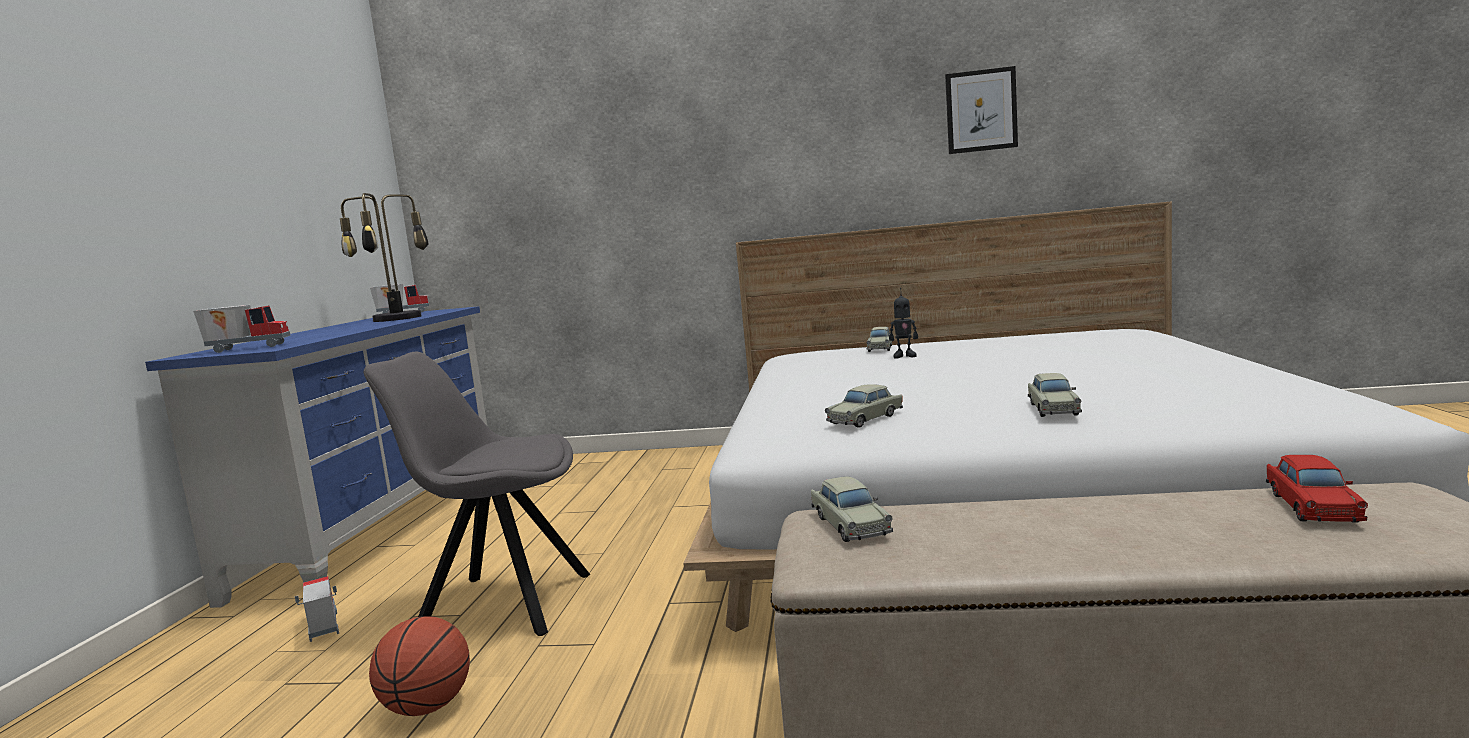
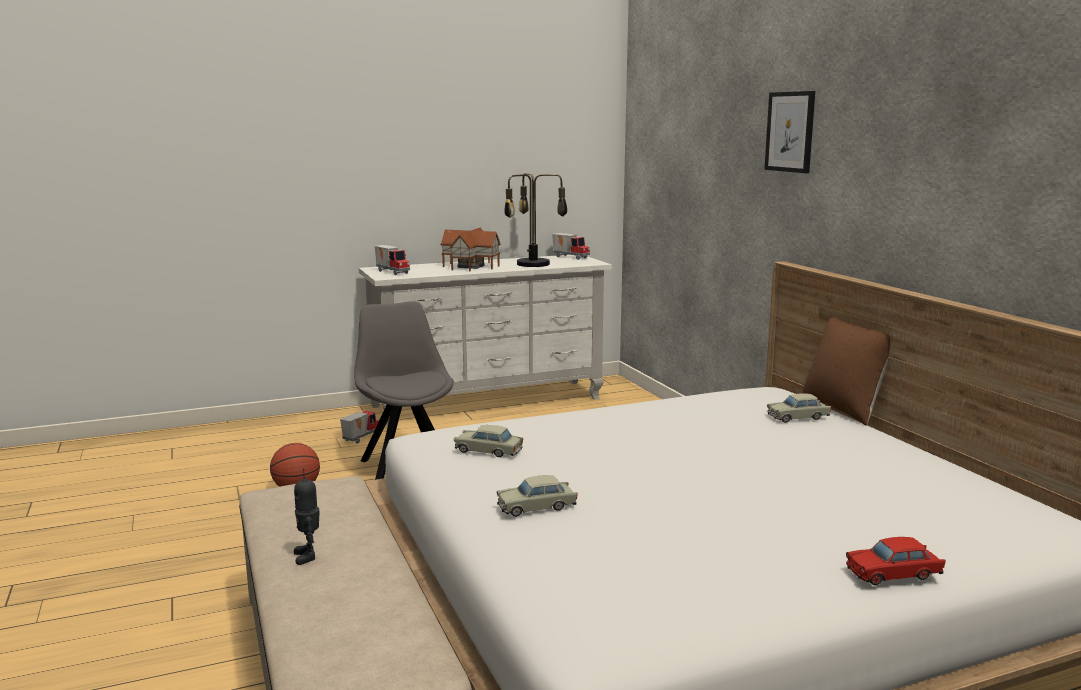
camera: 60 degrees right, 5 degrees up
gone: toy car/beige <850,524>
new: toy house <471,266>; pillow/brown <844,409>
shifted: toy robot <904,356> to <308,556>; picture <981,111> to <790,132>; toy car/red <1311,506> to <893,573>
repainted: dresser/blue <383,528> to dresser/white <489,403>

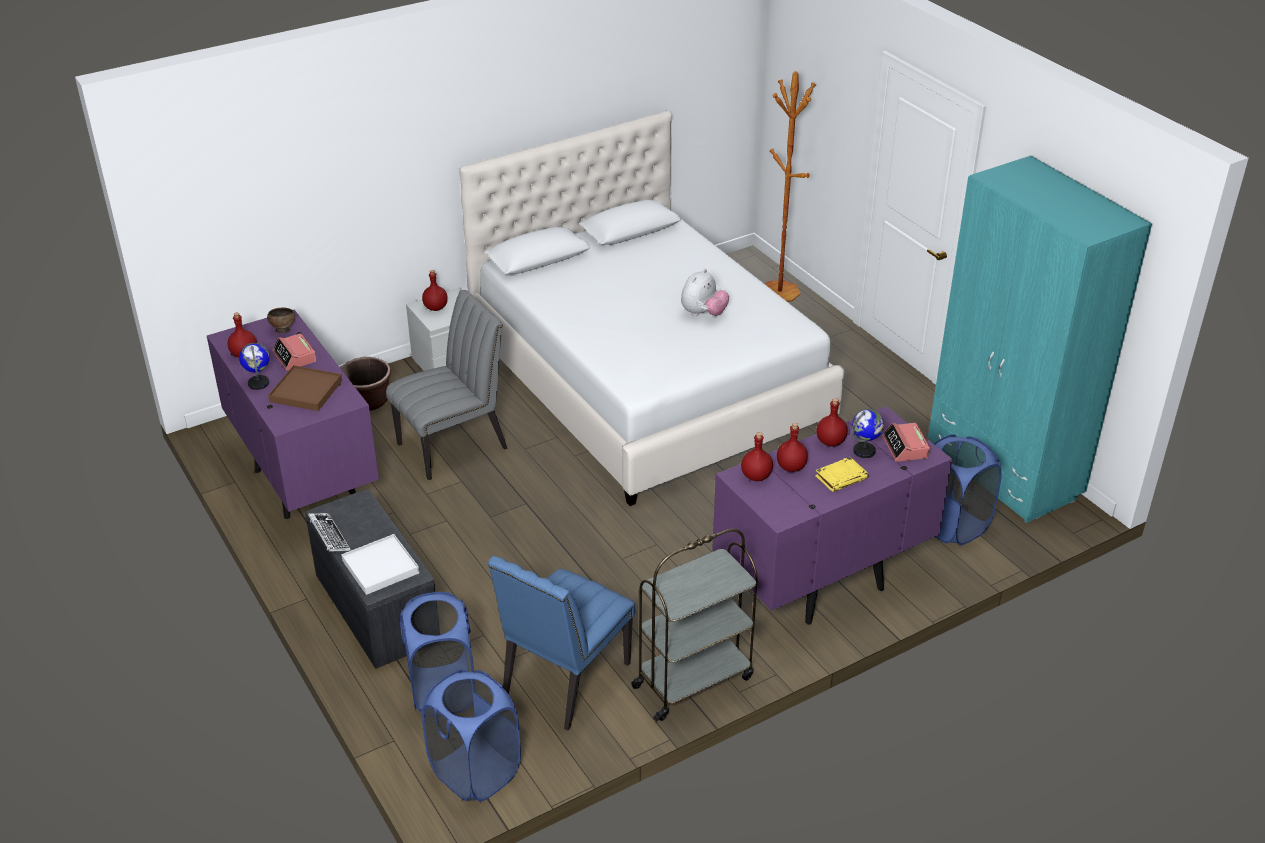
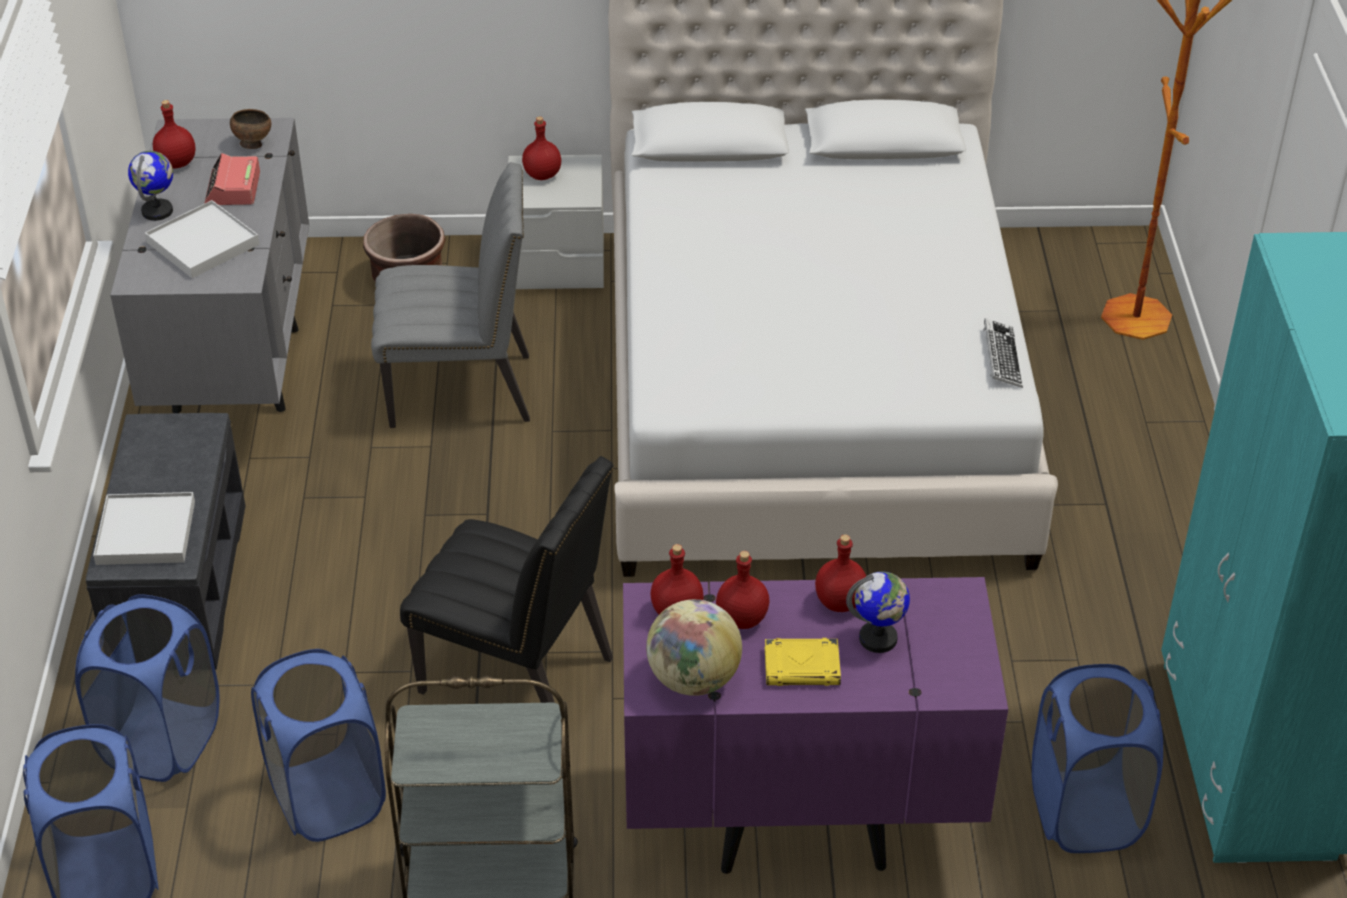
camera: 30 degrees right, 5 degrees up
gone: plush toy <703,314>; alarm clock <905,447>
new: chair/black <515,675>; globe <693,679>
shifted: keyboard <329,536> to <1001,358>
swapped: chair/blue <566,678> to laundry basket/blue <327,797>
repainted: dresser/purple <304,482> to dresser/grey <236,369>; tray/brown <306,391> to tray/white <202,243>

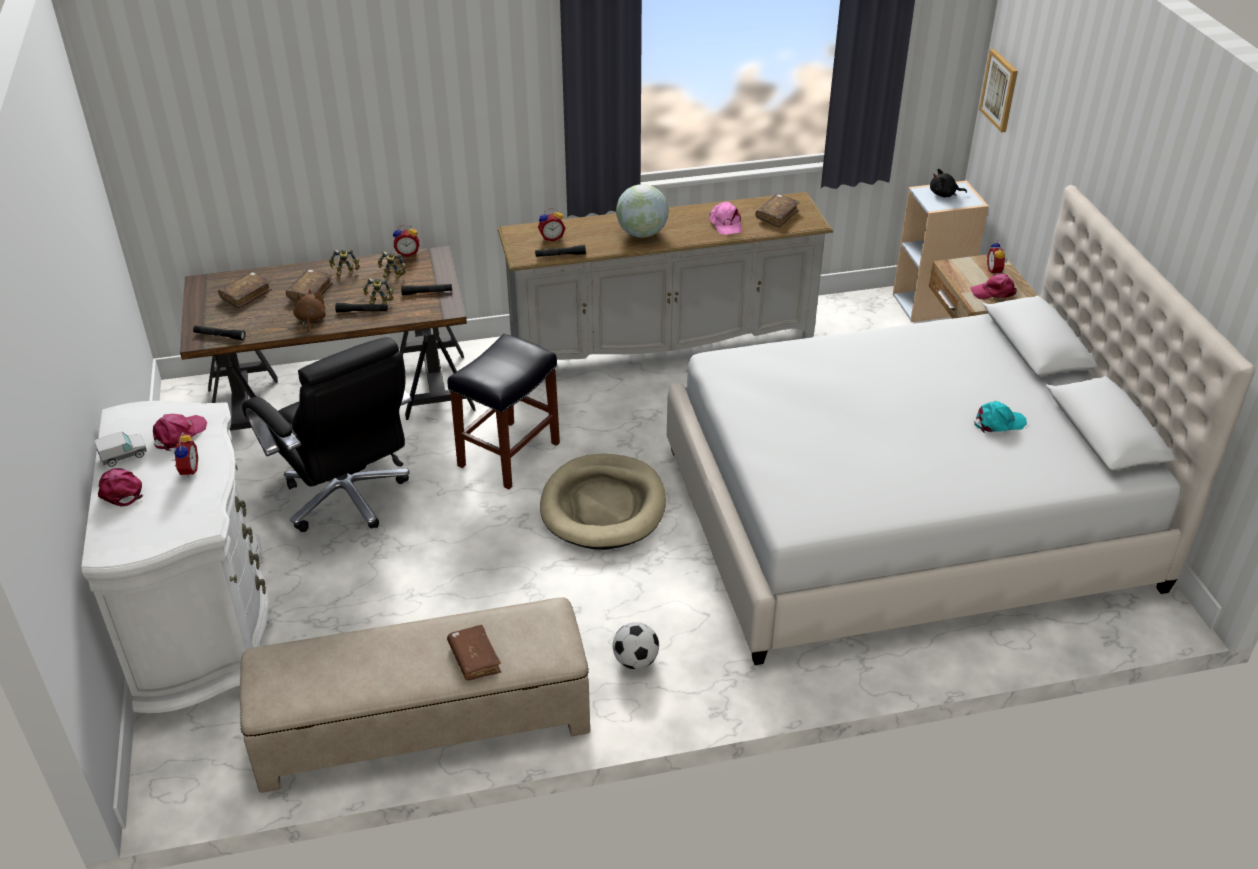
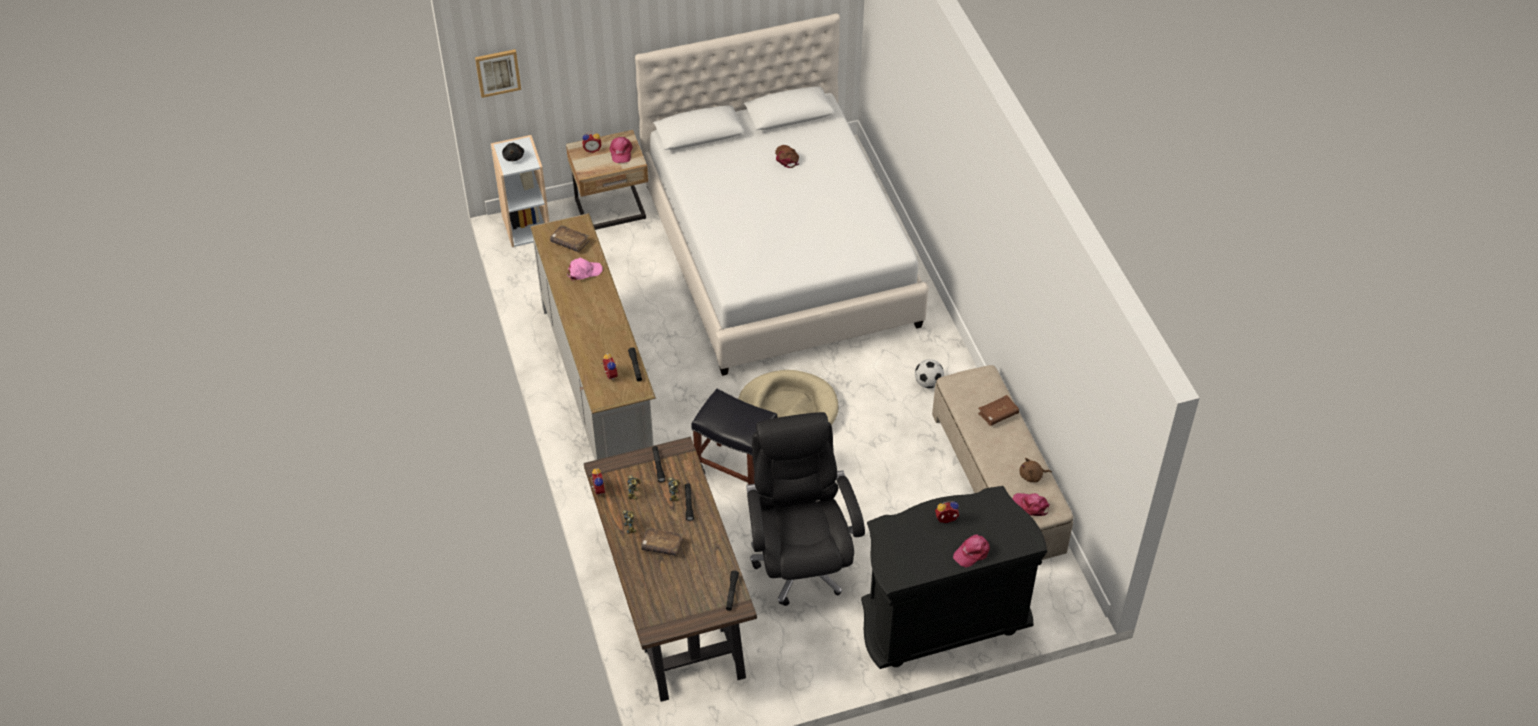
camera: 95 degrees left, 10 degrees up
gone: toy truck <123,456>; book/brown <246,295>; globe <642,233>
shifted: cap/pink <179,434> to <1030,506>; plush toy/brown <310,319> to <1032,476>
repainted: dresser/white <205,626> to dresser/black <940,620>; cap/turquoise <998,423> to cap/brown <787,157>
rotated: office chair/black <349,501> = <800,563> 60 degrees counterclockwise

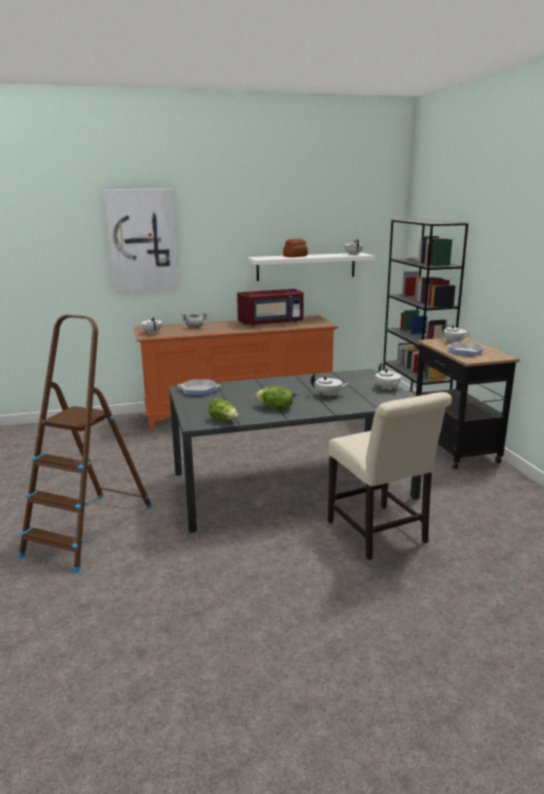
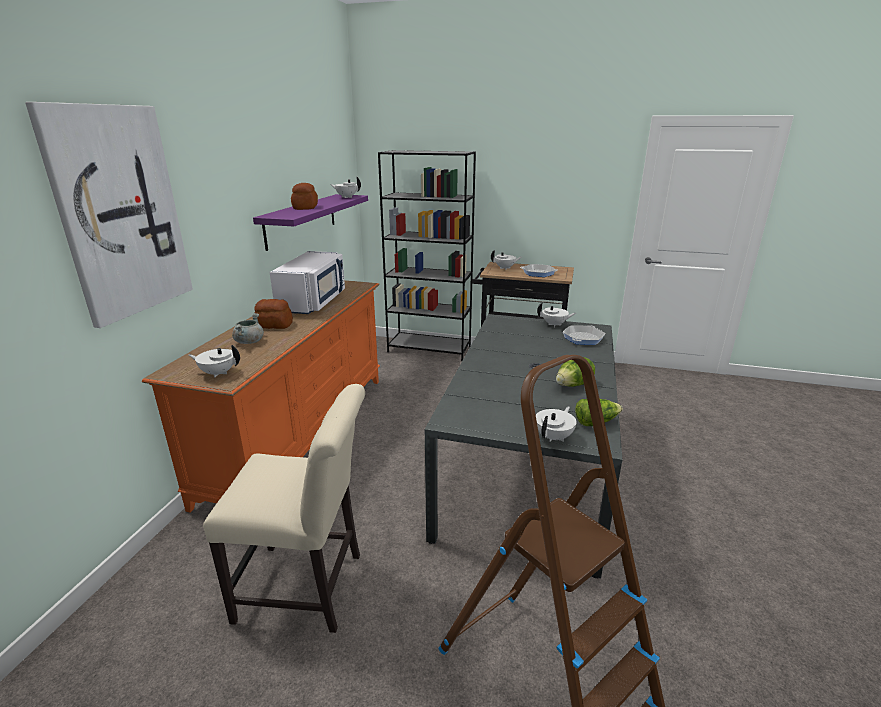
camera: 60 degrees left, 5 degrees up
new: bread <274,325>
shifted: frying pan <199,390> to <583,338>; teapot/white <329,395> to <554,437>; chair/beige <379,535> to <308,589>
repainted: microwave/red <271,323> to microwave/white <314,302>; shelf/white <306,266> to shelf/purple <301,220>

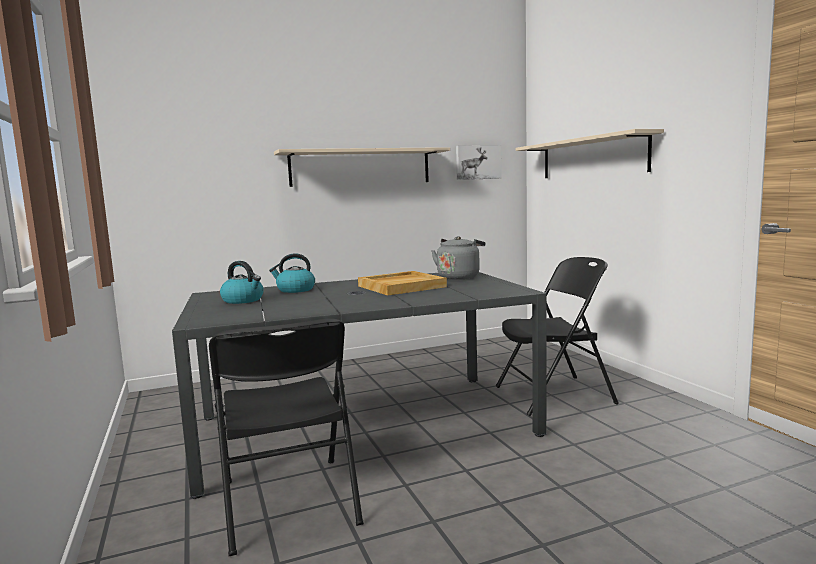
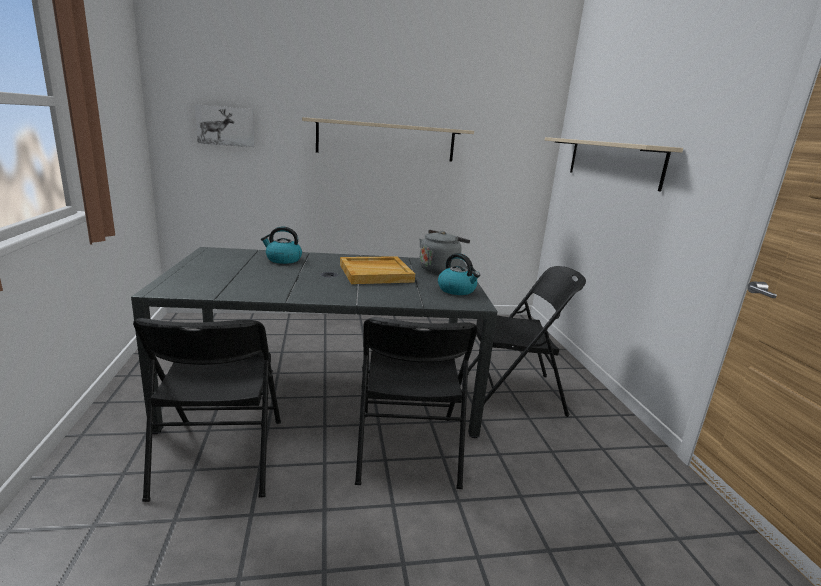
camera: 10 degrees right, 10 degrees up
new: chair/black <407,449>
shifted: kettle <243,300> to <457,290>; picture <477,162> to <225,126>

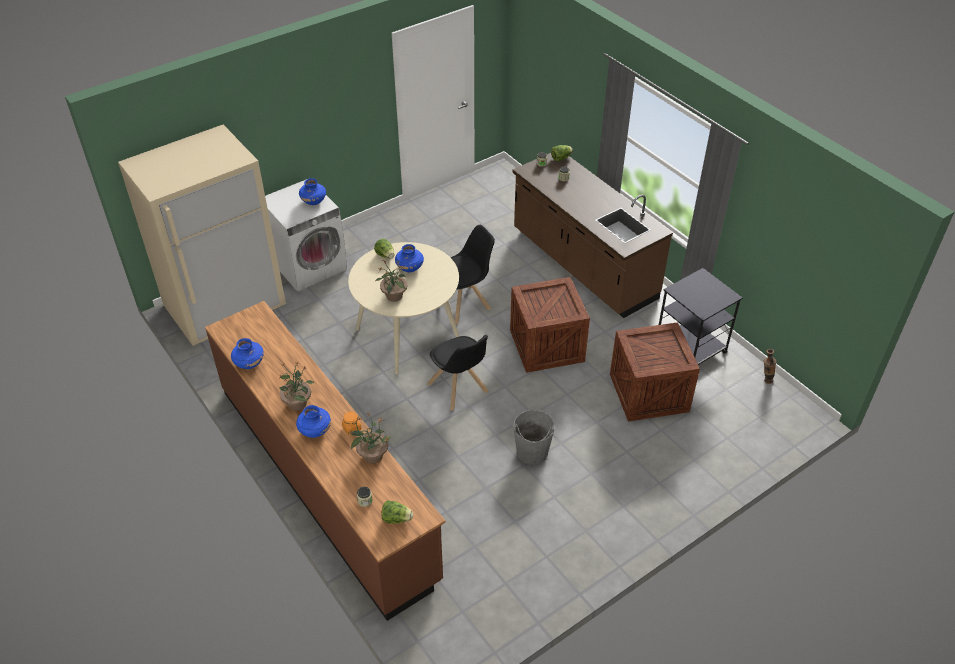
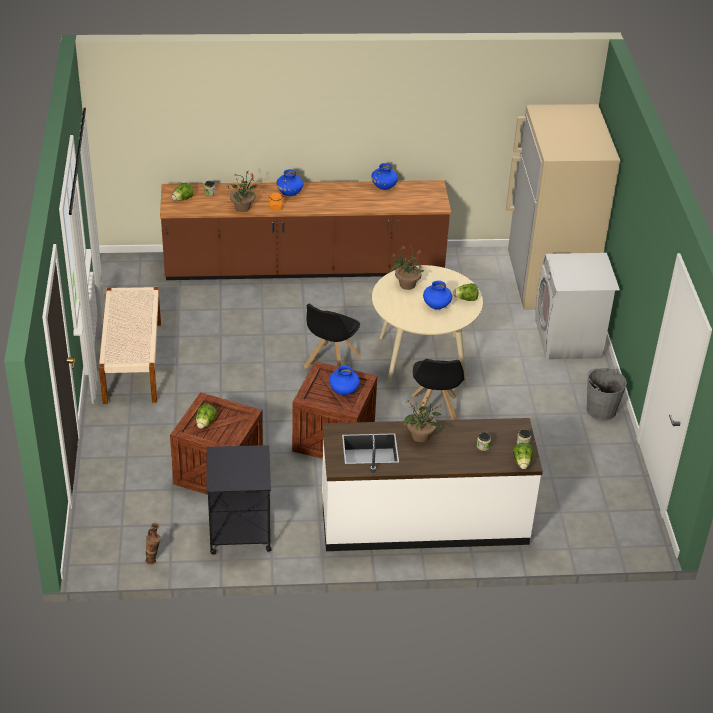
camera: 120 degrees right, 5 degrees down
new: bench/beige <132,362>; lettuce <205,423>
shifted: potted plant <297,403> to <421,436>; vase/blue <313,201> to <344,391>; bucket/grey <532,452> to <601,410>
repainted: counter/brown <583,265> to counter/white <424,521>
rotated: chair/black <459,389> = <331,363> 60 degrees counterclockwise

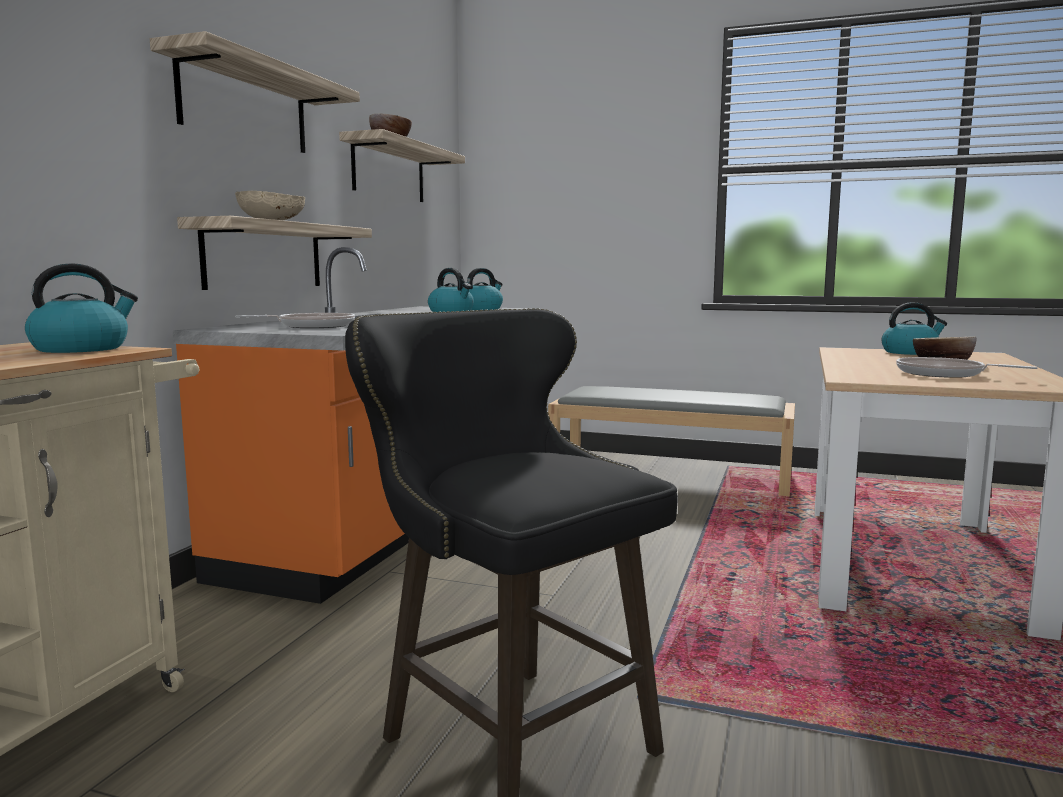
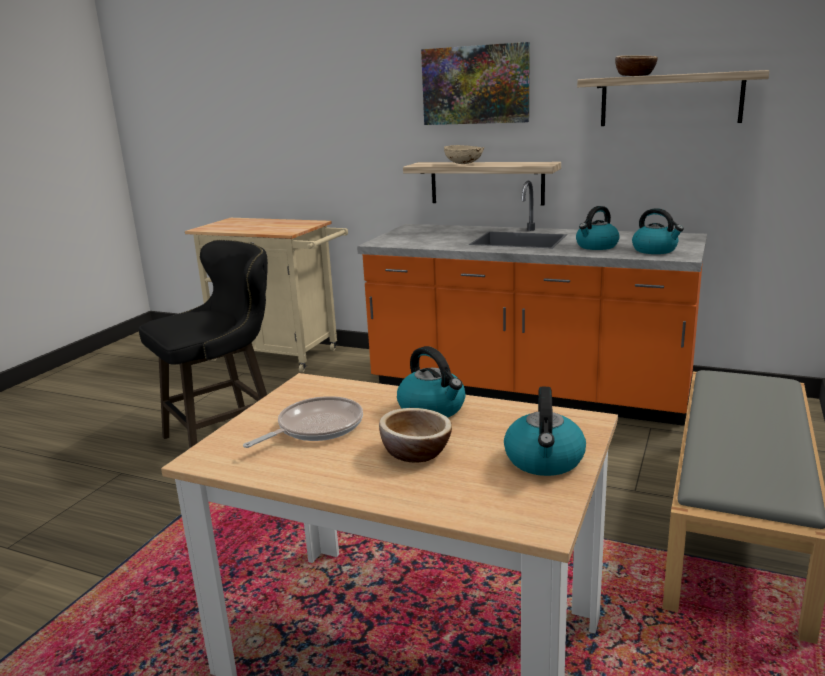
camera: 95 degrees right, 10 degrees up
gone: frying pan <311,326>
shifted: kettle <82,349> to <433,409>
swapped: shelf <245,105> to picture <475,85>

